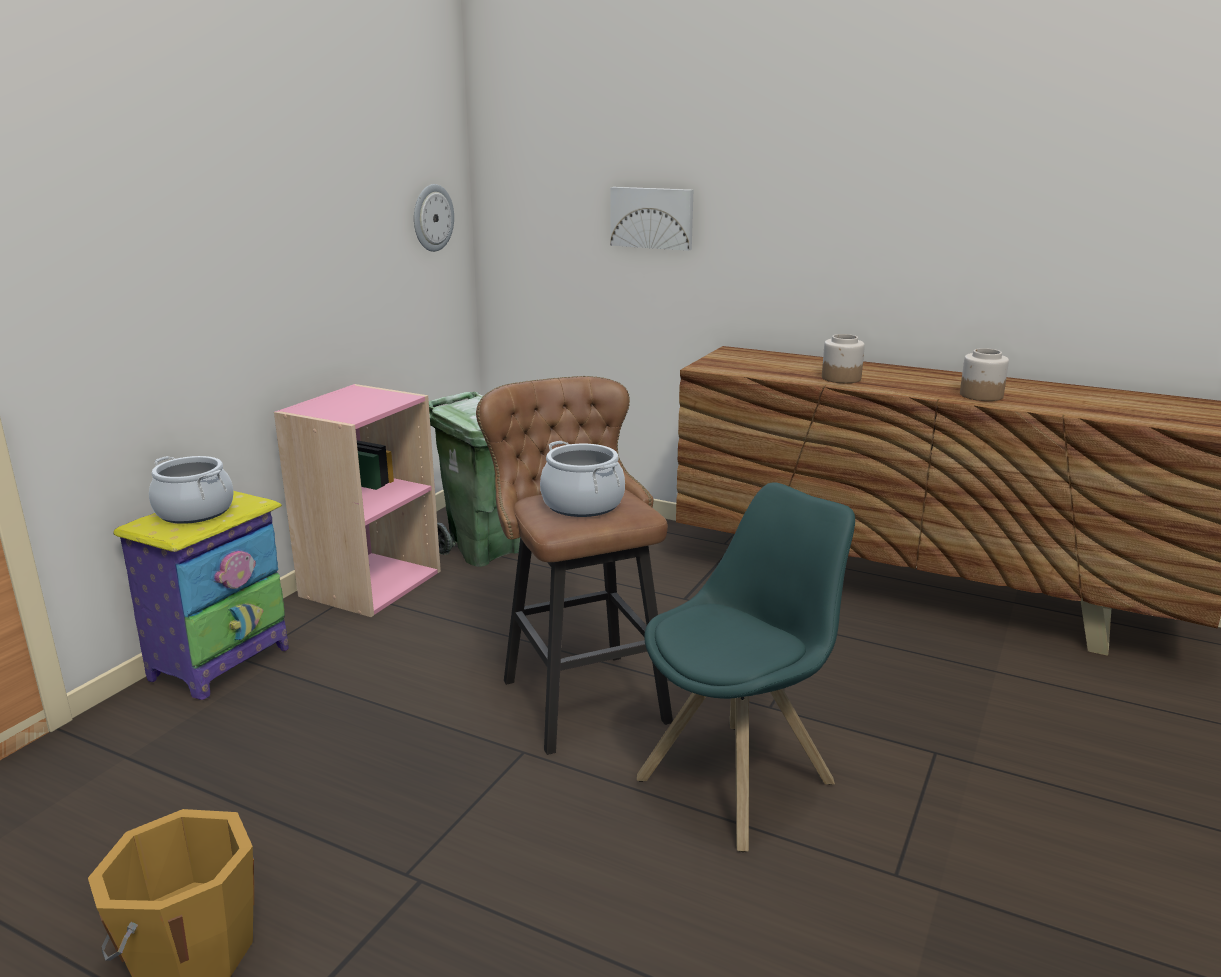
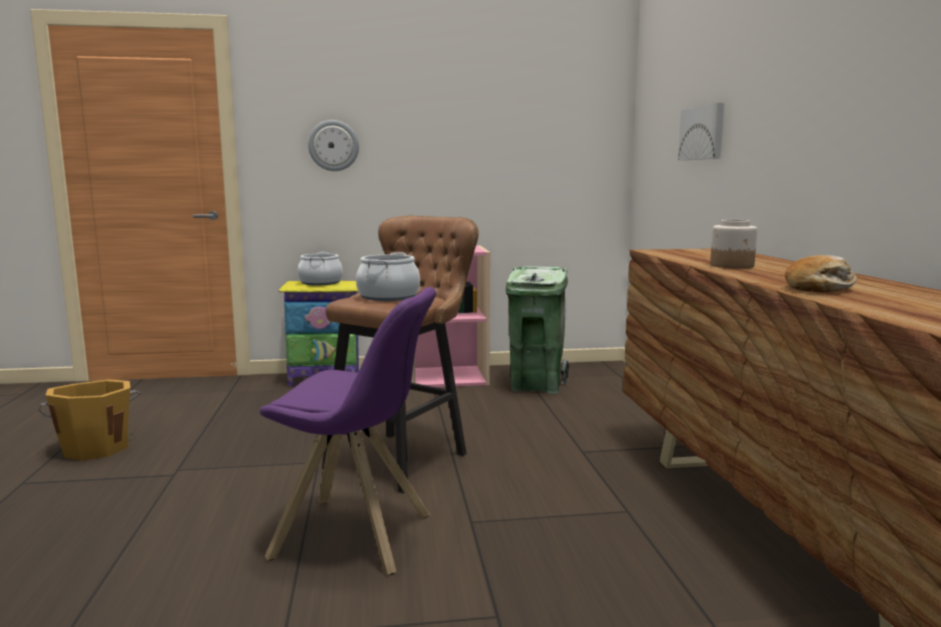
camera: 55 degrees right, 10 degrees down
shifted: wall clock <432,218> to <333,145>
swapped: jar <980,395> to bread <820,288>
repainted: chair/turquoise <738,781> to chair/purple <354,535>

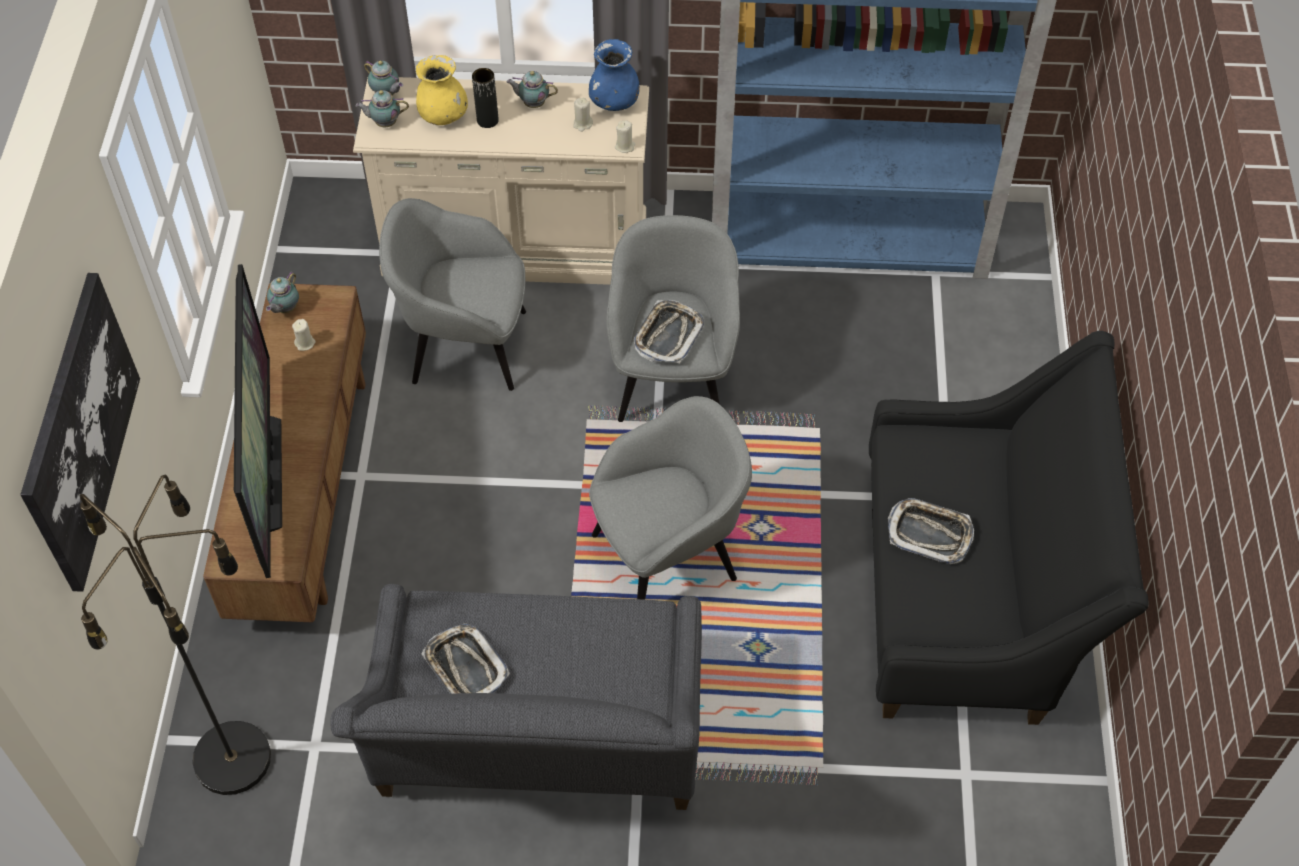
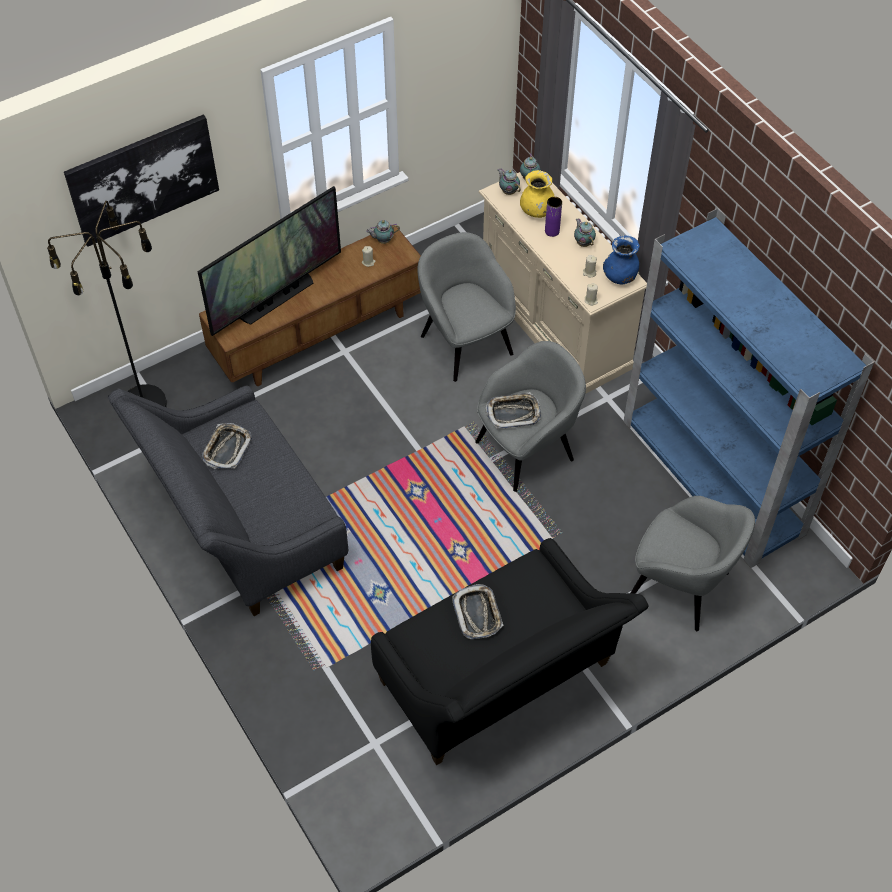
camera: 55 degrees right, 0 degrees up
shifted: armchair/grey <668,555> to <681,586>
repainted: vase/black <487,120> to vase/purple <552,231>

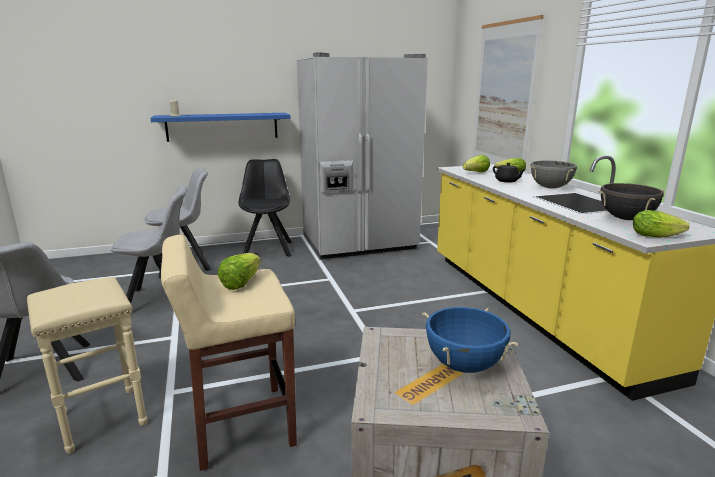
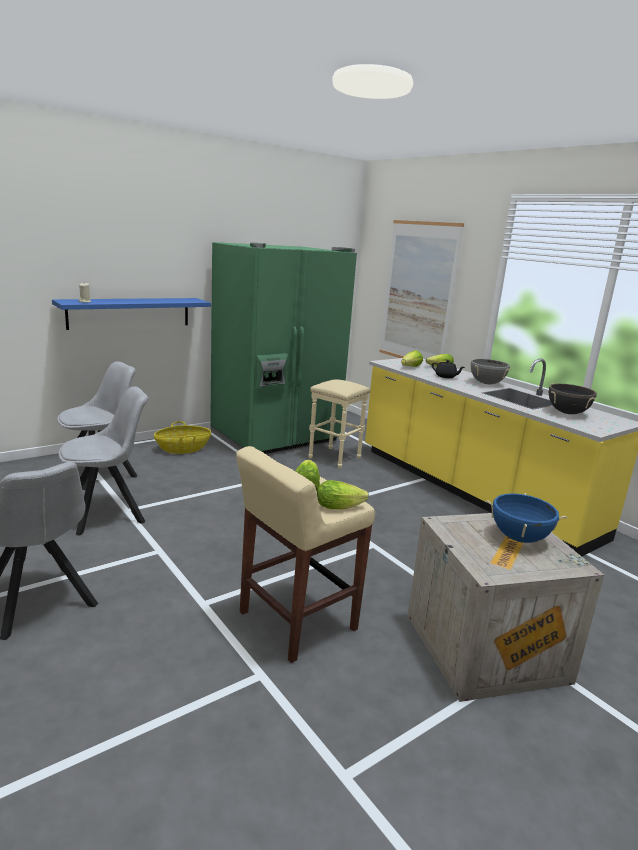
camera: 20 degrees left, 0 degrees up
shifted: stool/beige <100,418> to <333,457>; lettuce <658,236> to <342,506>
swapped: chair/black <268,249> to basket <183,449>
repainted: fridge/white <359,243> to fridge/green <275,437>

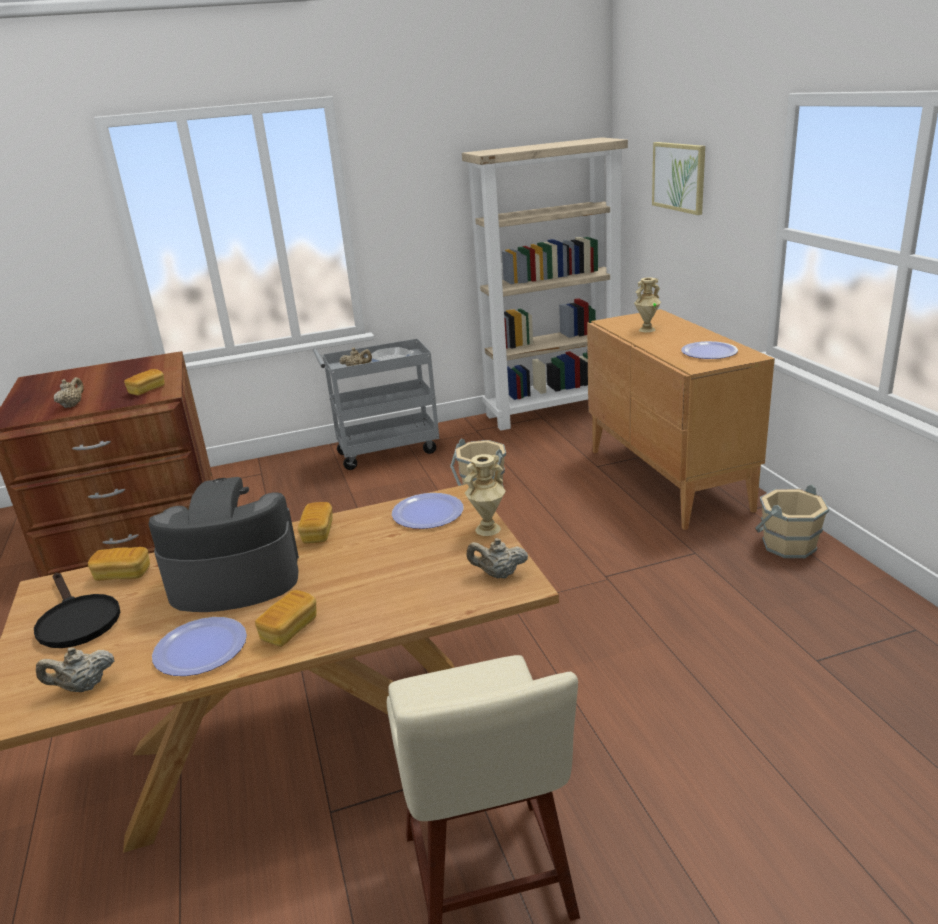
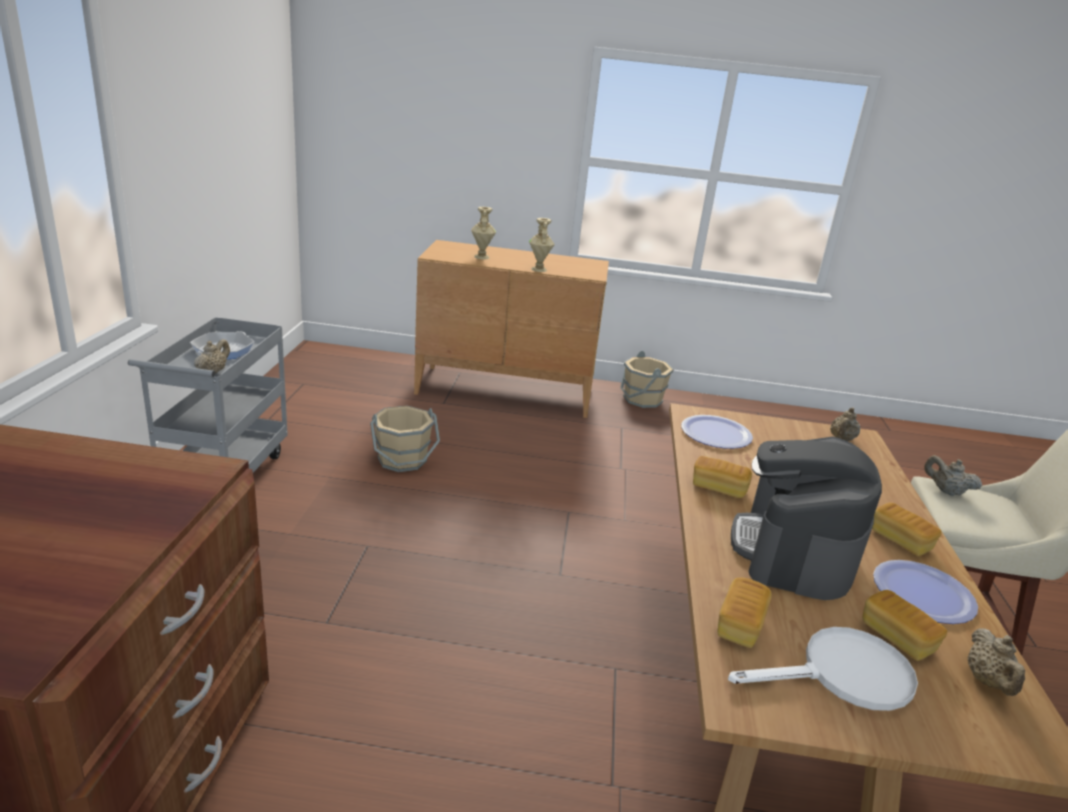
camera: 70 degrees left, 0 degrees up
gone: bookcase/beige <553,410>; picture <679,177>; plate <709,352>
shifted: teapot/beige <72,405> to <946,491>; bread <147,390> to <897,637>; vase/beige <488,529> to <539,269>
repainted: frying pan/black <76,620> to frying pan/white <842,676>

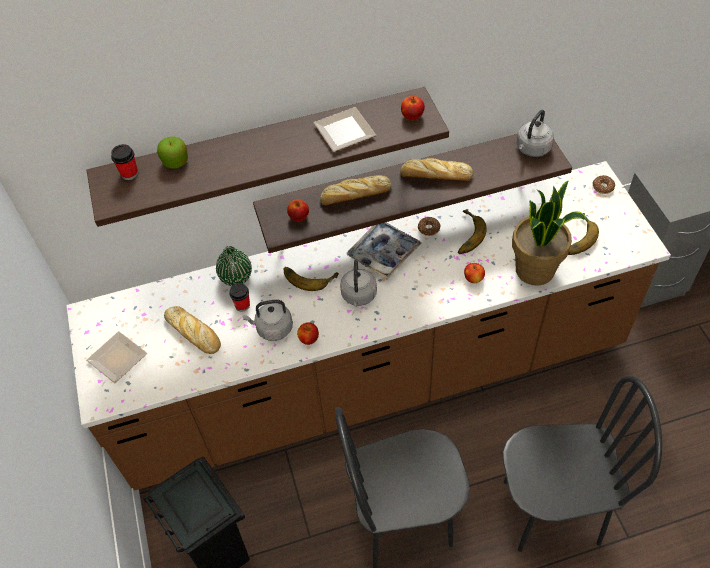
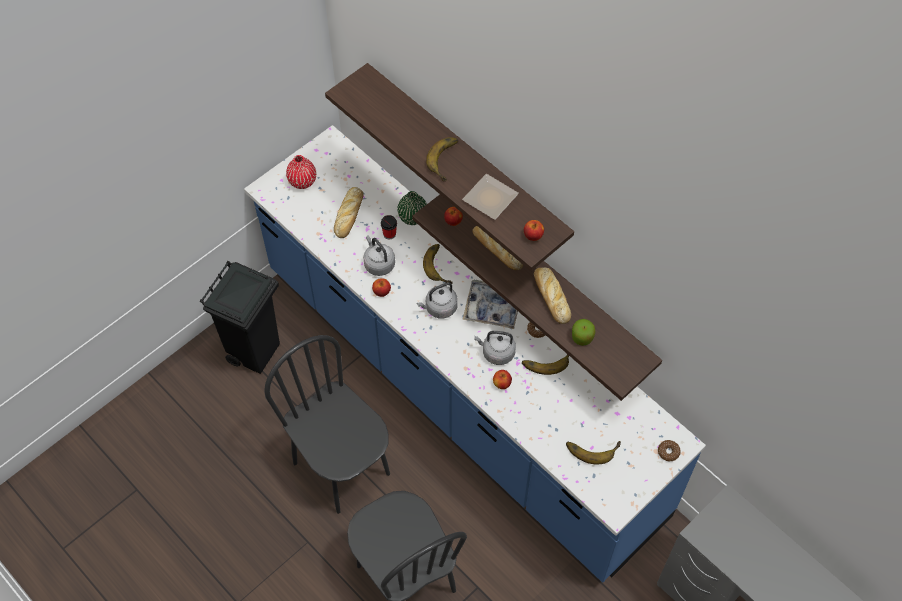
camera: 60 degrees right, 5 degrees up
gone: cup <129,173>; potted plant <535,270>
new: banana <447,160>
shifted: apple <175,161> to <582,337>; kettle/grey <532,149> to <496,353>
swapped: plate <117,360> to vase/red <302,181>
repainted: counter/brown <362,383> to counter/blue <451,383>

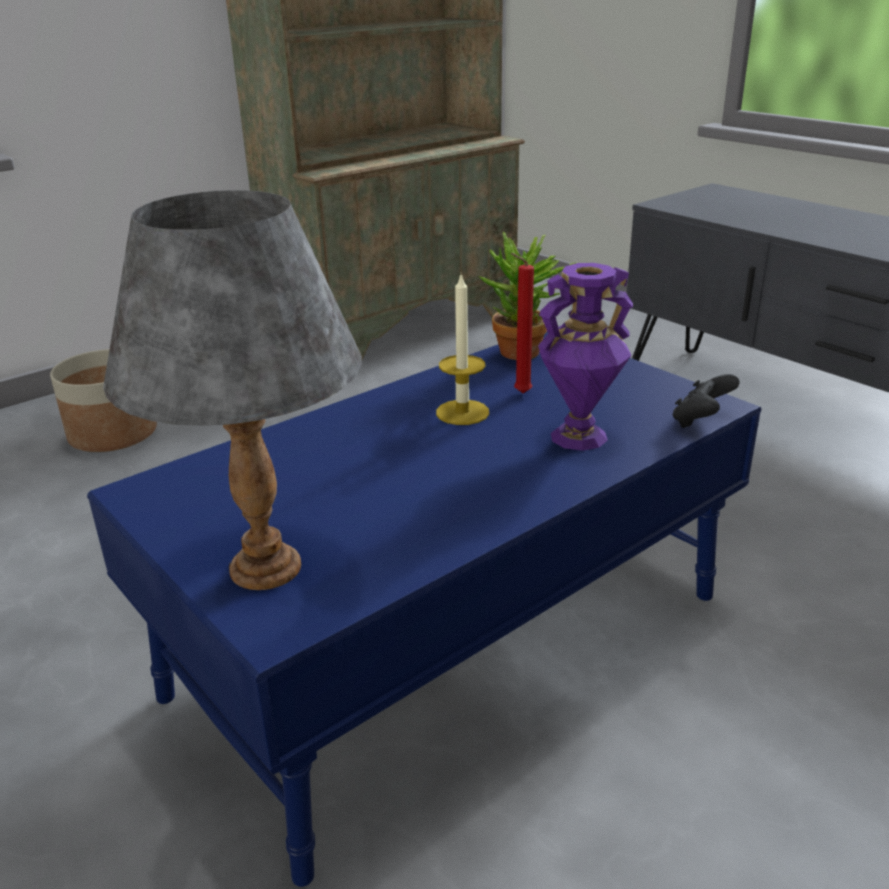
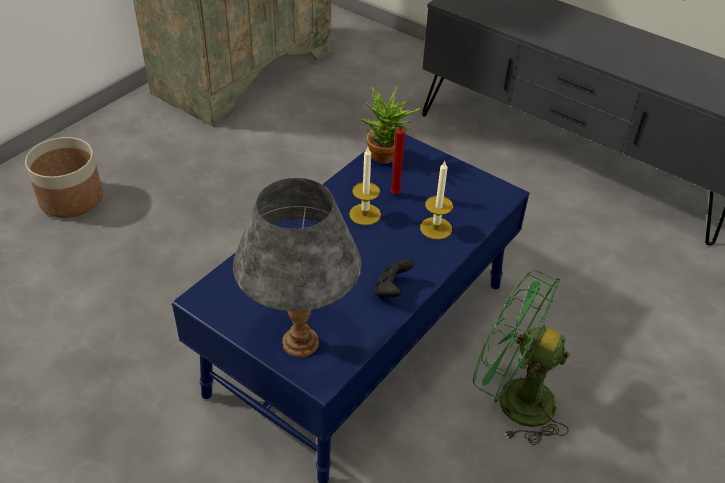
camera: 15 degrees left, 15 degrees up
new: fan/green <512,399>
shifted: game controller/black <700,422> to <391,290>
swapped: vase/purple <579,437> to candle <436,228>

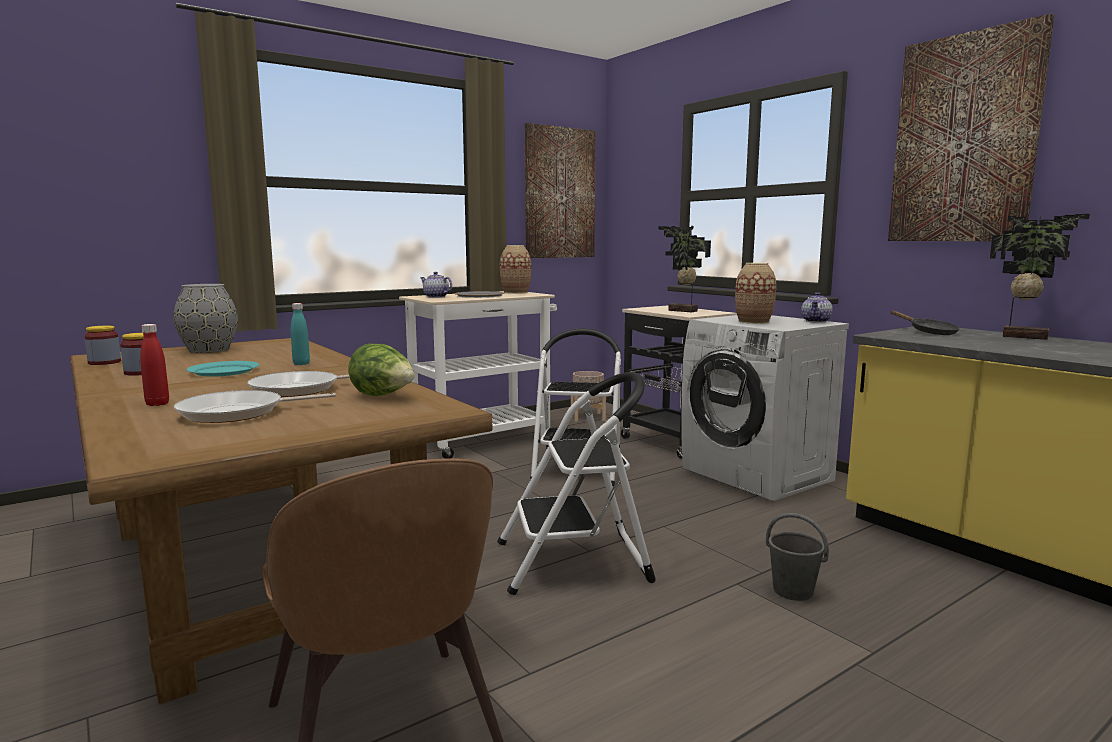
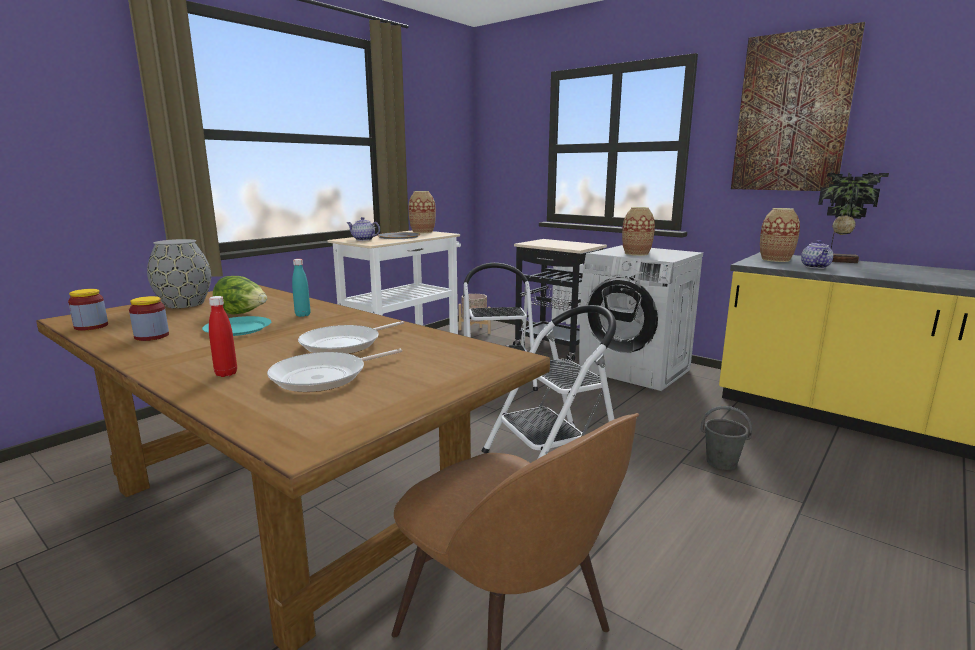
camera: 15 degrees left, 5 degrees up
gone: picture <559,193>; potted plant <682,311>
shifted: lettuce <383,396> to <243,314>; teapot <816,321> to <816,267>
swapped: frying pan/black <929,332> to vase <775,259>

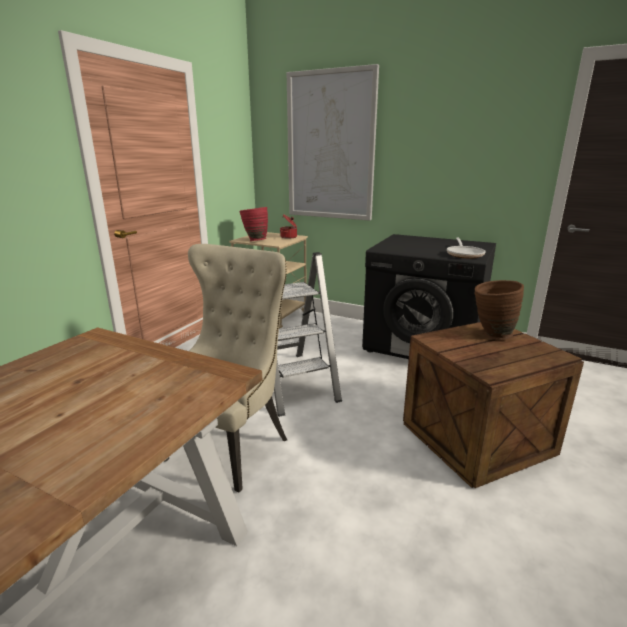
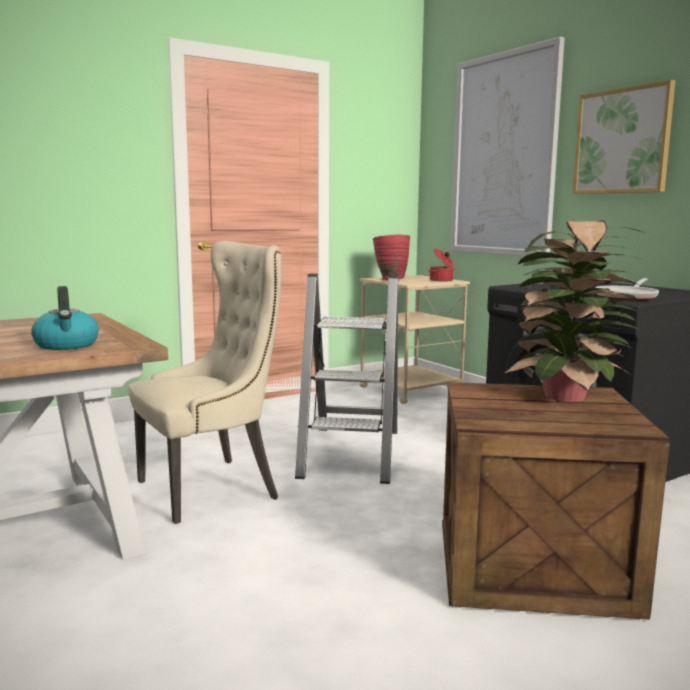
camera: 30 degrees right, 10 degrees down
new: kettle <67,345>; picture <622,141>
swapped: vase/brown <490,335> to potted plant <566,398>

